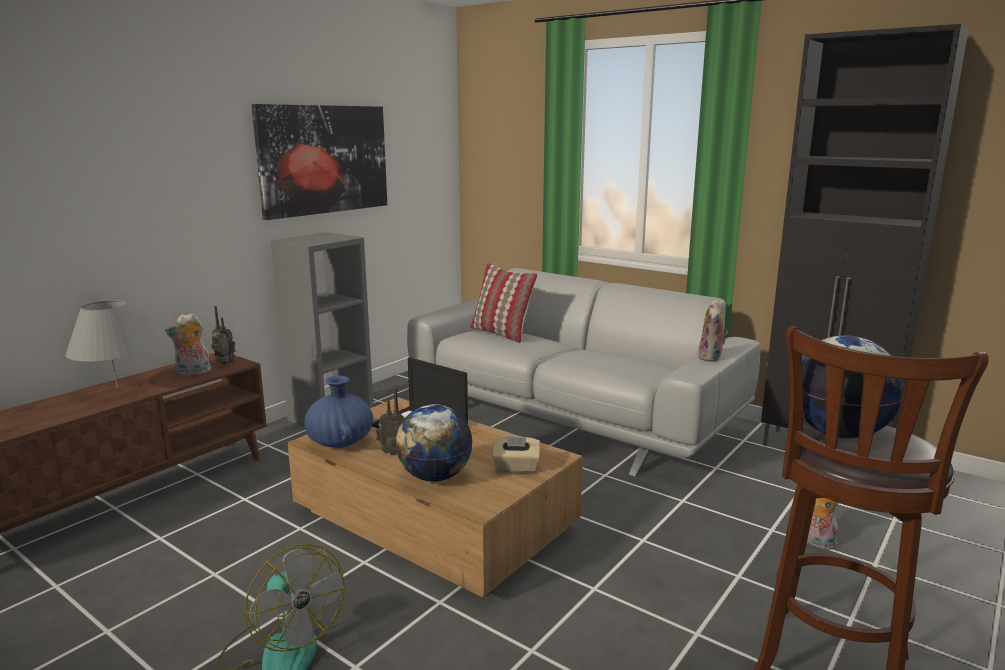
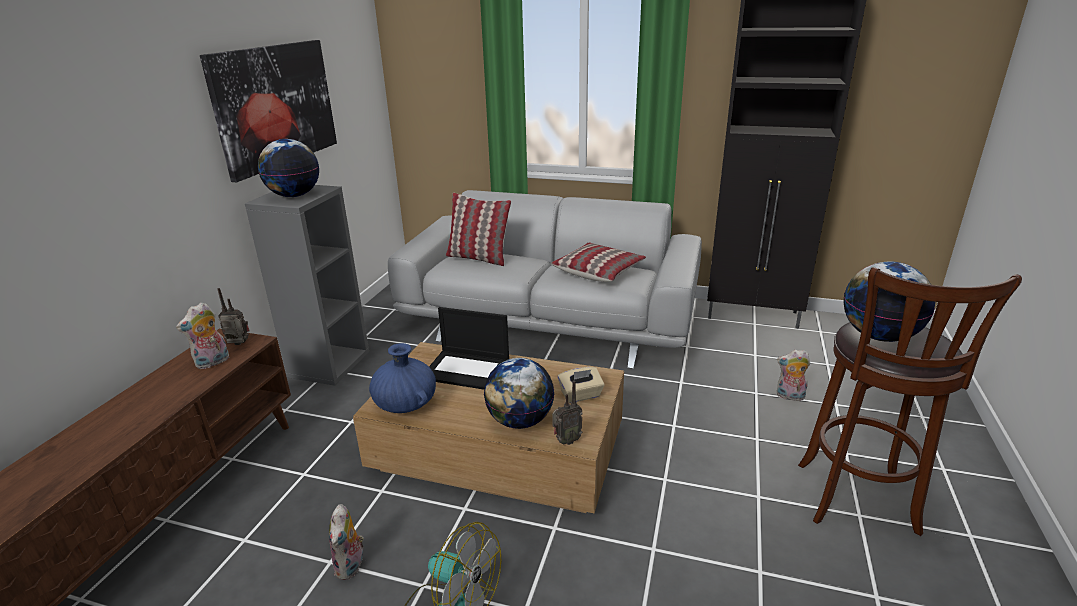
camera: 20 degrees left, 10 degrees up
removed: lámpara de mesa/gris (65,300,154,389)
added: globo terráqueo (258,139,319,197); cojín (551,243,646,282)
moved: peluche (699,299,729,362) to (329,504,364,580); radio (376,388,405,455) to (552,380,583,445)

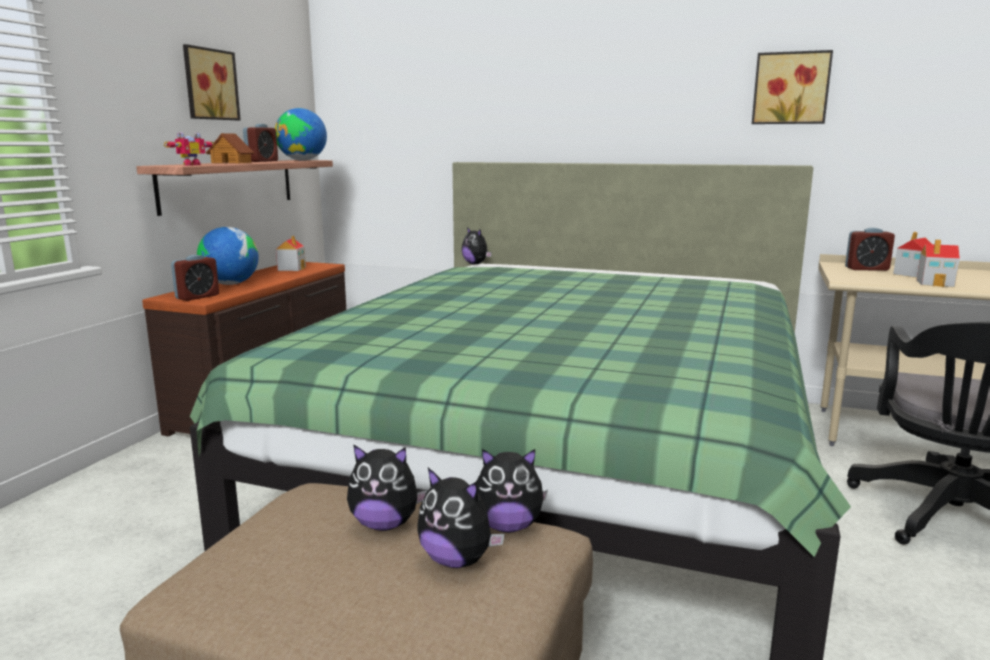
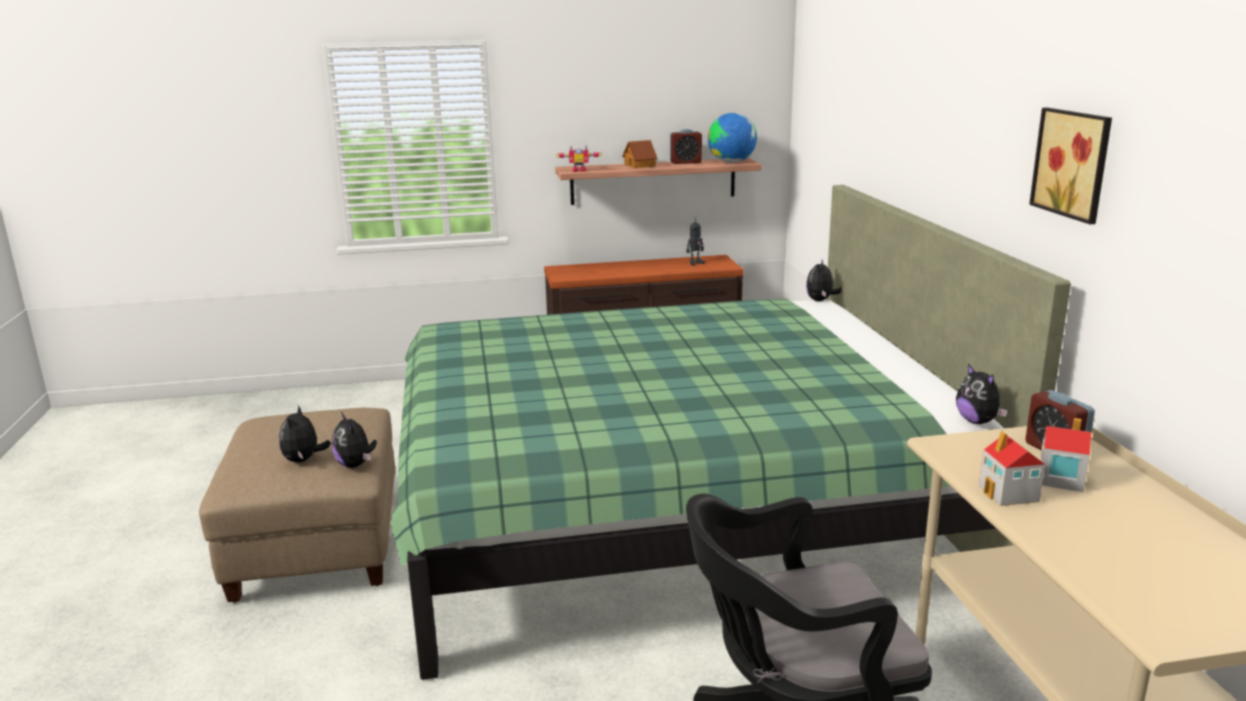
camera: 60 degrees right, 5 degrees up
removed: despertador (171,255,219,301); cuadro (183,44,241,120); globo terráqueo (197,227,259,285)
moved: peluche (347,444,427,531) to (956,364,1008,424)
replaced: casita (276,236,306,271) to robot de juguete (686,216,705,265)

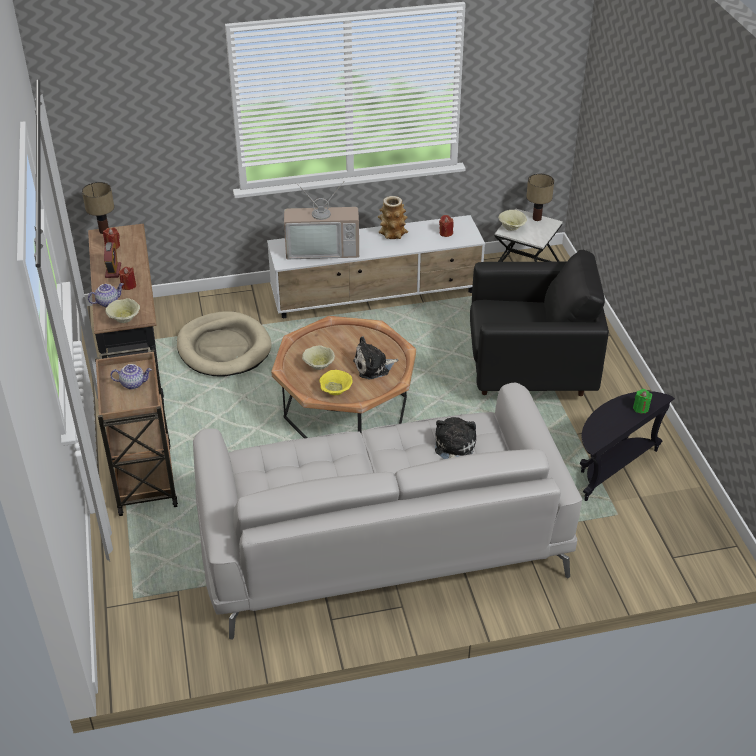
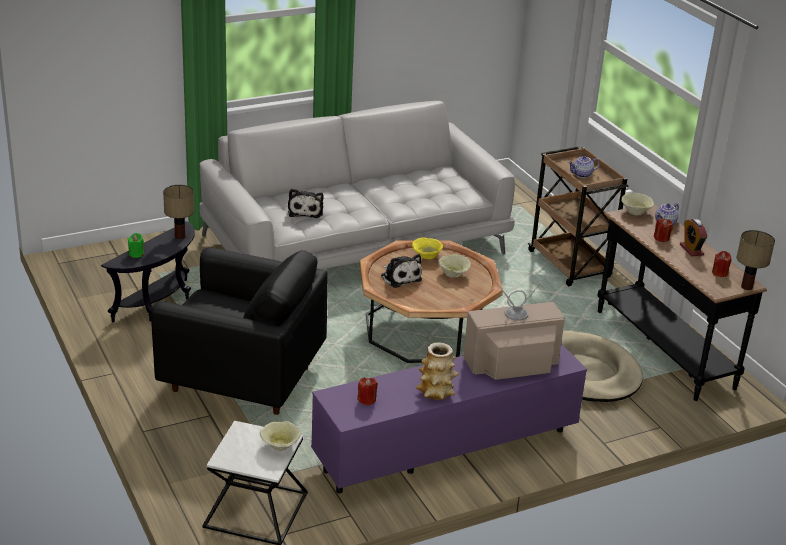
camera: 165 degrees right, 10 degrees down
moved: lámpara de mesa (526,174,554,221) to (163,185,194,239)
recoloured: mueble de televisión/blanco (267,215,485,318) to mueble de televisión/morado (311,344,587,493)
turned: sillón/negro (470,250,609,396) = (151,248,328,415) 150 degrees counterclockwise; peluche (353,336,399,379) = (381,254,422,288) 90 degrees clockwise

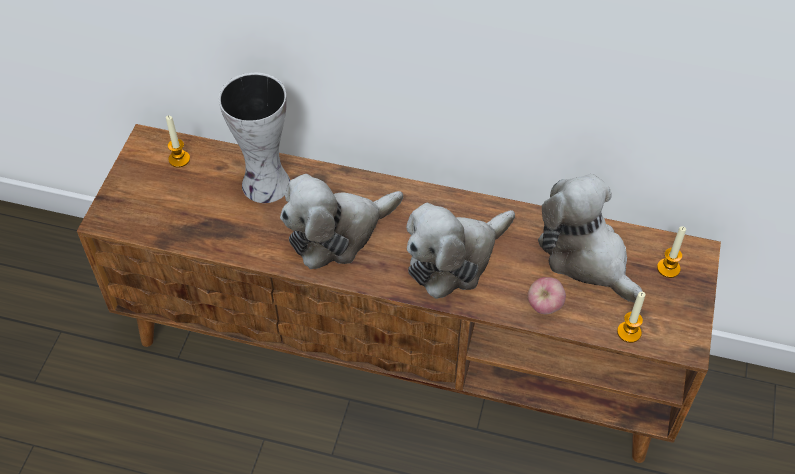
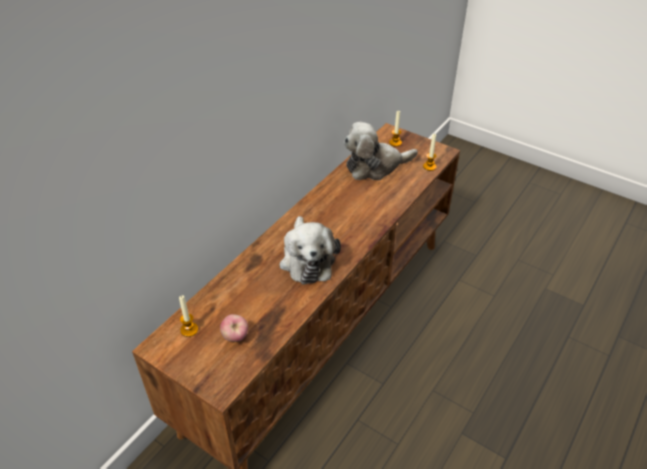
camera: 70 degrees left, 10 degrees down
removed: florero (219,72,290,203); peluche (406,203,515,299)
moved: manzana (528,277,566,314) to (220,314,248,342)

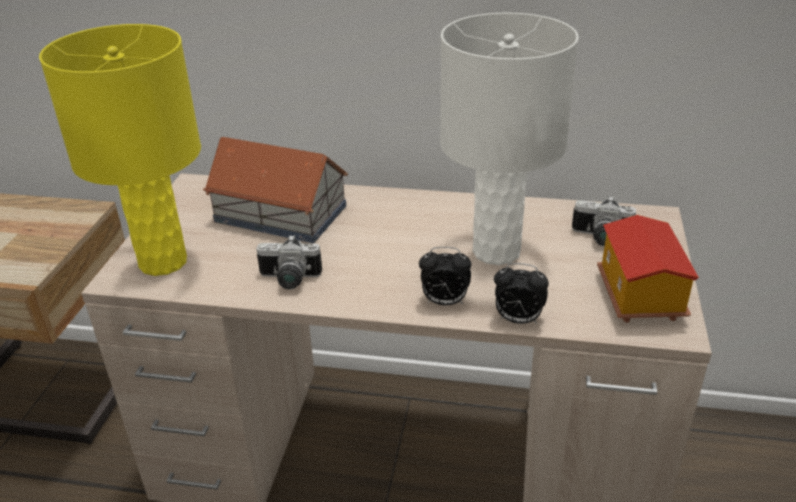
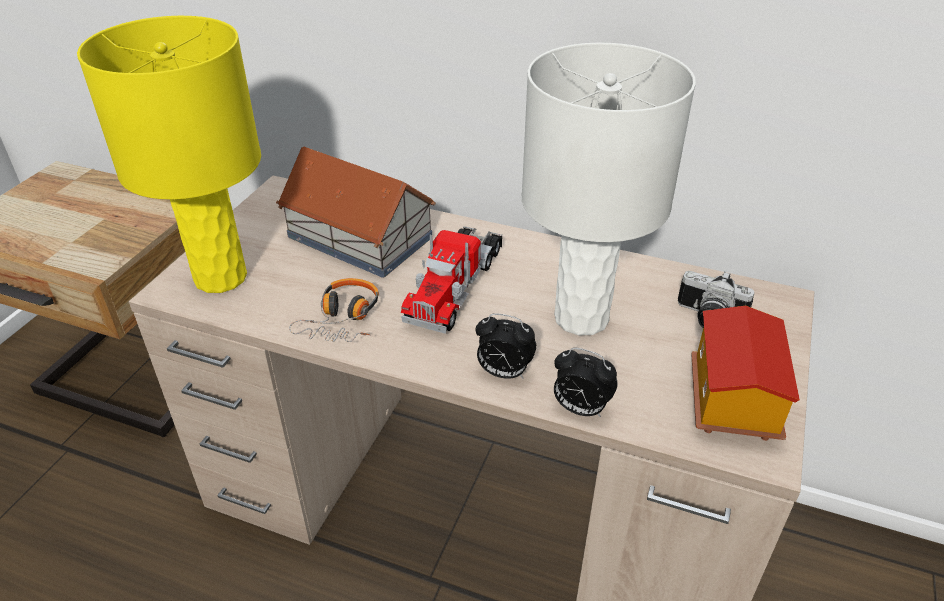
camera: 10 degrees right, 5 degrees up
added: camión de juguete (401,226,503,334)
replaced: cámara (256,235,322,290) to auriculares (289,278,379,342)

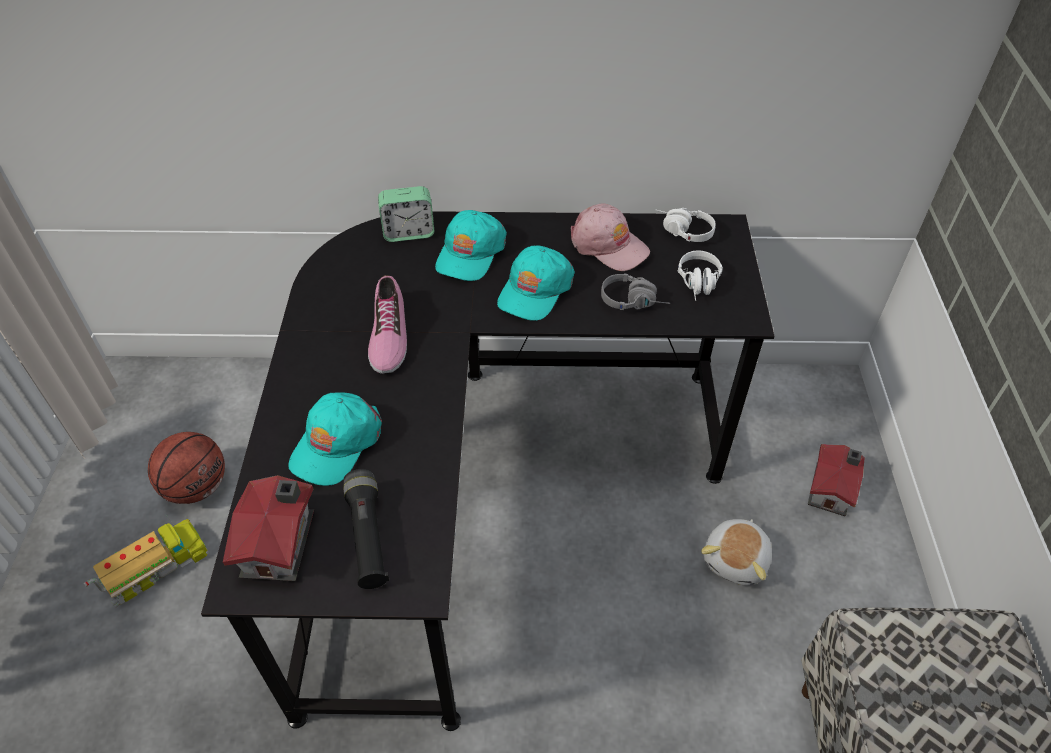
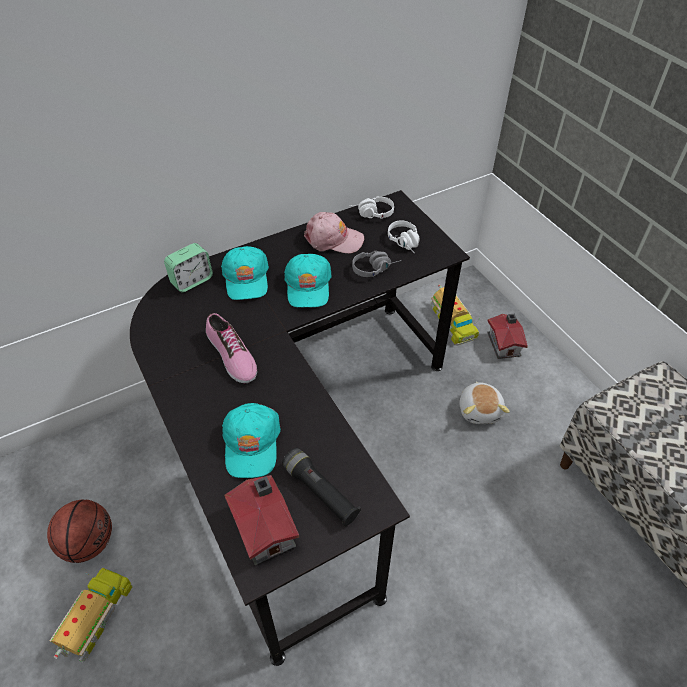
camera: 30 degrees left, 0 degrees up
added: camión de juguete (430,284,480,346)

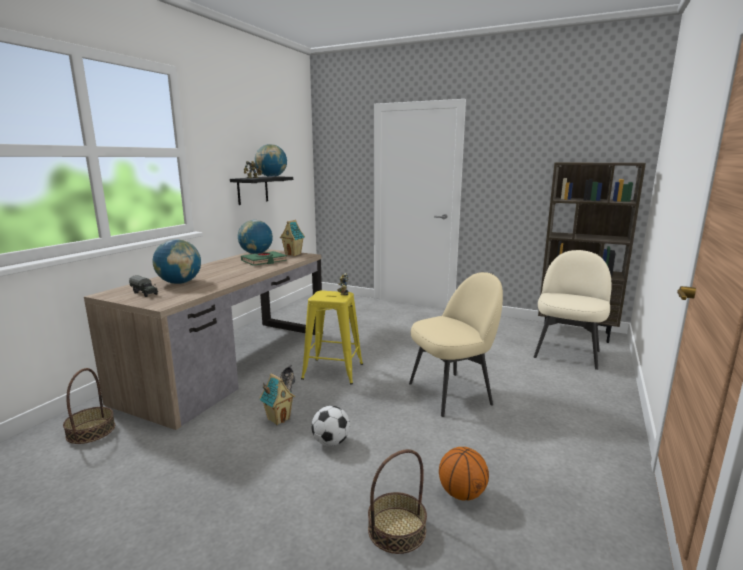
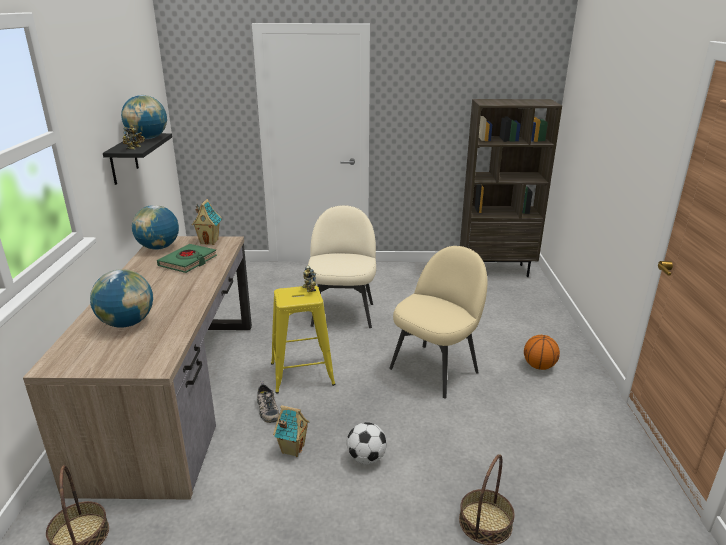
camera: 25 degrees left, 10 degrees up
removed: camión de juguete (129,275,158,297)
moved: silla/beis (534,250,611,370) to (308,205,376,328); balón de baloncesto (439,447,489,501) to (524,335,560,370)

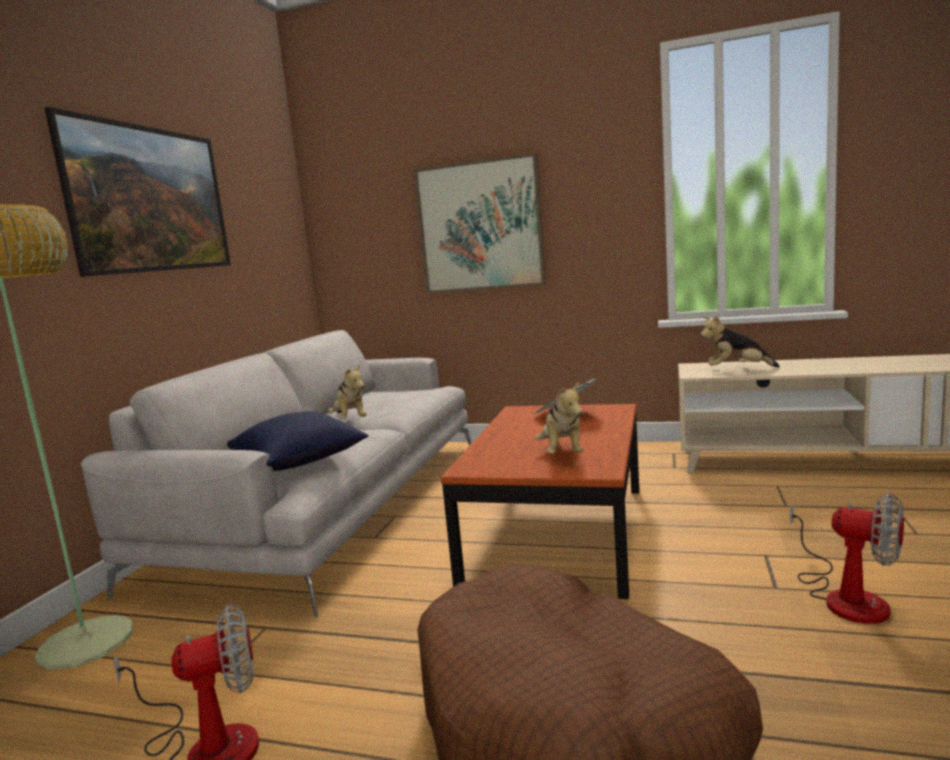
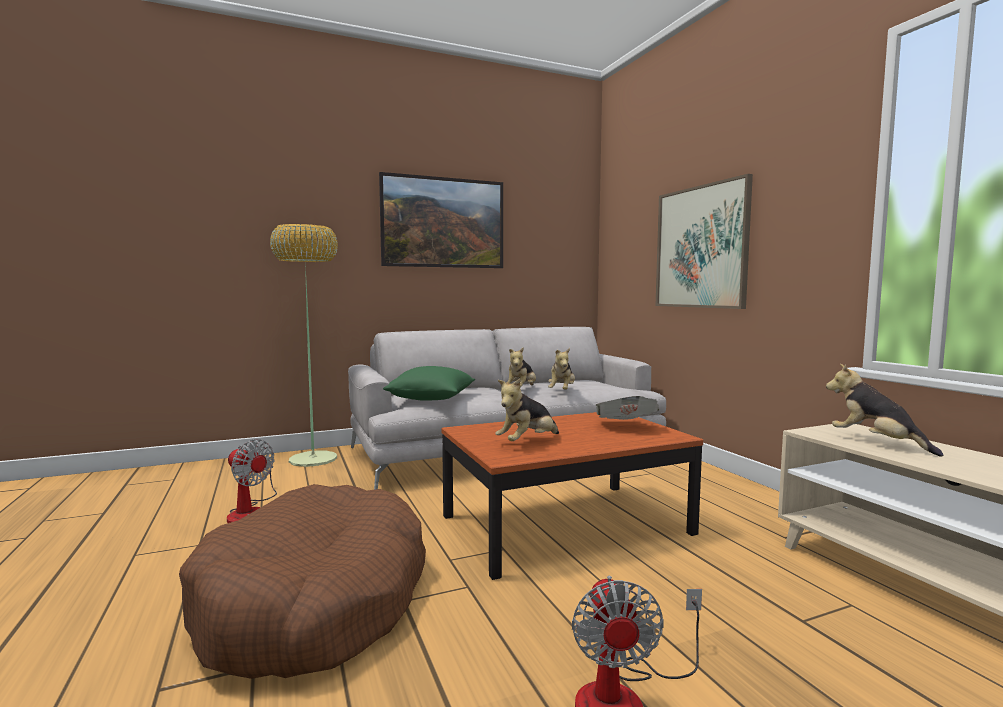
camera: 50 degrees right, 5 degrees down
added: peluche (548,348,575,390)
recoloured: cojín/azul (227,411,369,471) to cojín/verde (383,366,475,401)

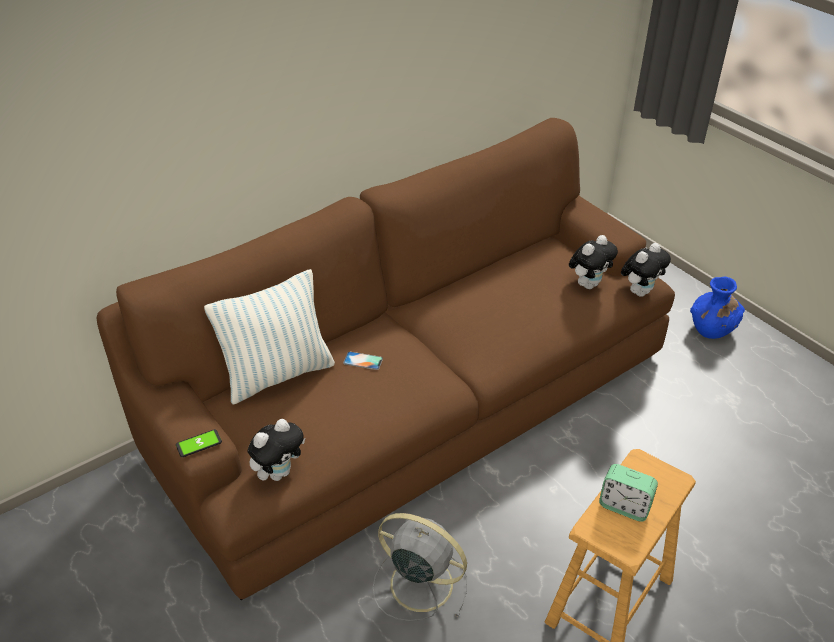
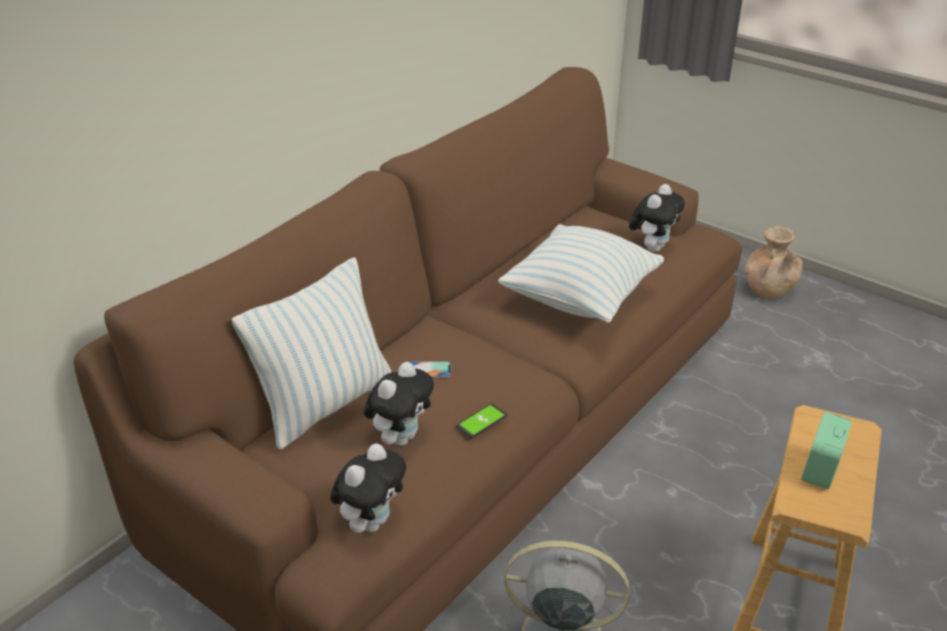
camera: 15 degrees left, 5 degrees down
added: cojín (498,224,664,323)
moved: peluche (621,243,671,297) to (364,362,434,446); móvil (176,429,222,457) to (456,404,507,438)
recoloured: florero/azul (690,277,745,339) to florero/marrón (744,226,803,300)
turned: despertador (599,464,658,522) = (801,411,852,489) 105 degrees clockwise

